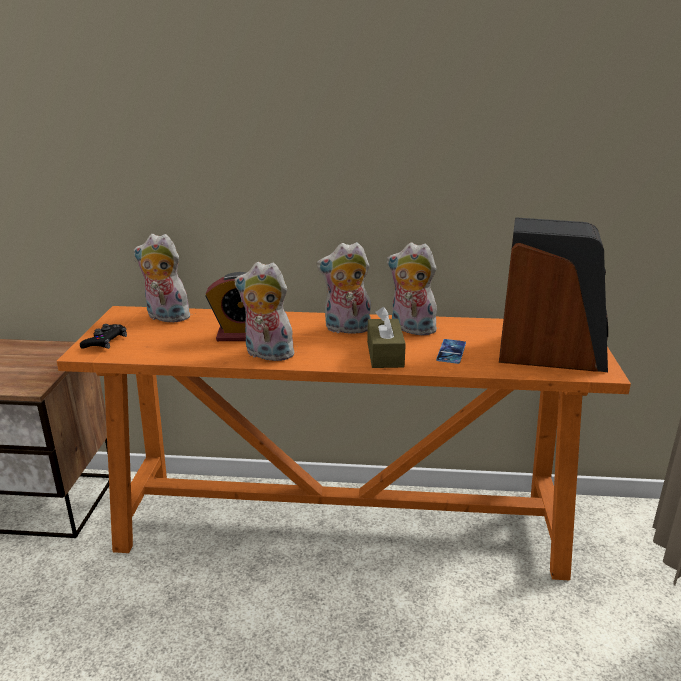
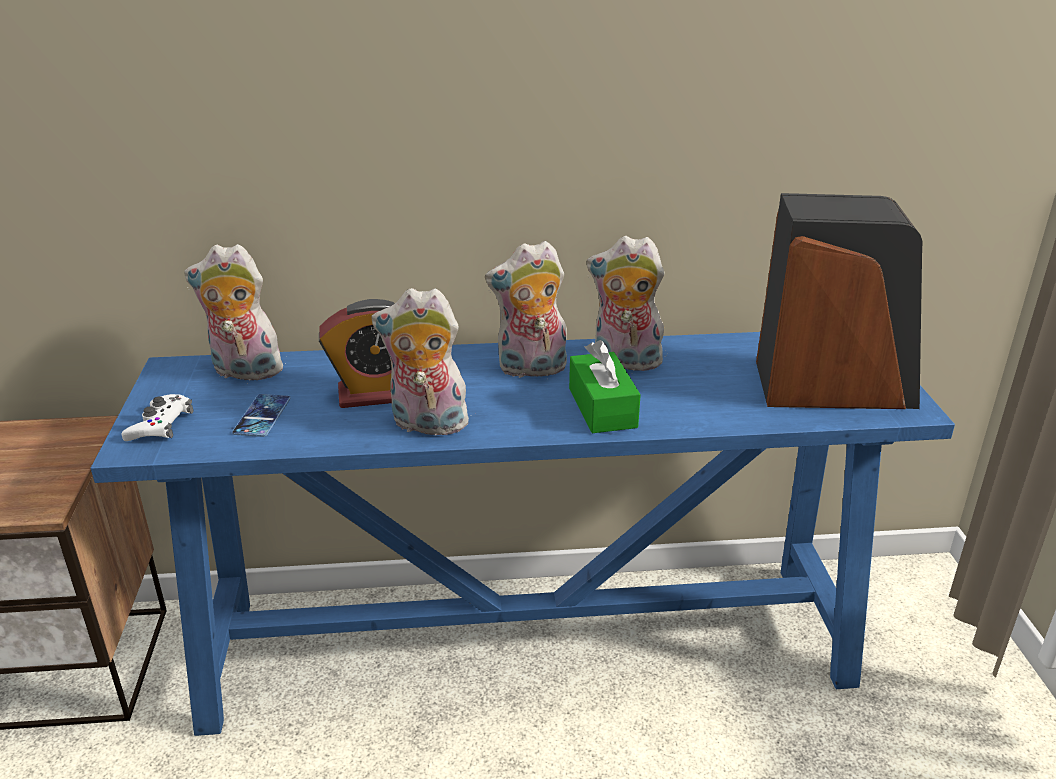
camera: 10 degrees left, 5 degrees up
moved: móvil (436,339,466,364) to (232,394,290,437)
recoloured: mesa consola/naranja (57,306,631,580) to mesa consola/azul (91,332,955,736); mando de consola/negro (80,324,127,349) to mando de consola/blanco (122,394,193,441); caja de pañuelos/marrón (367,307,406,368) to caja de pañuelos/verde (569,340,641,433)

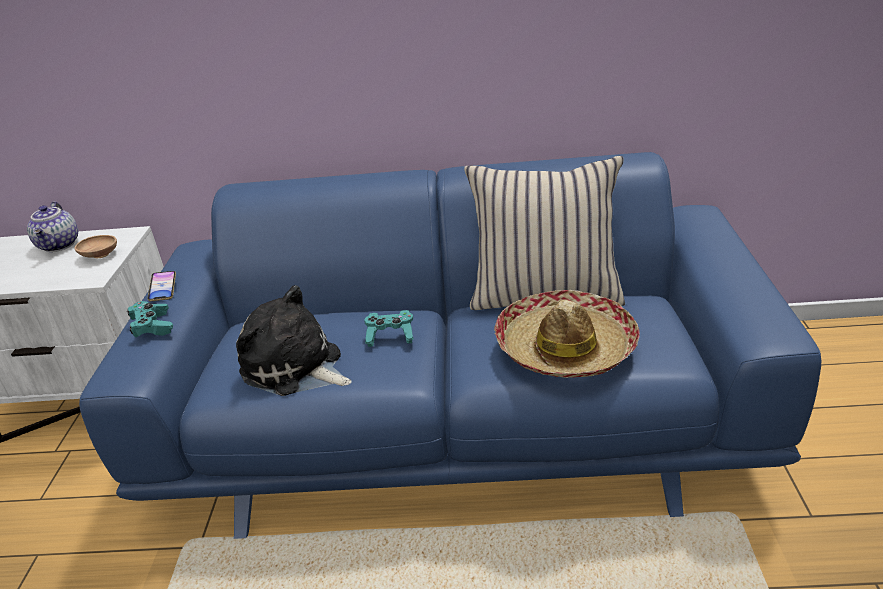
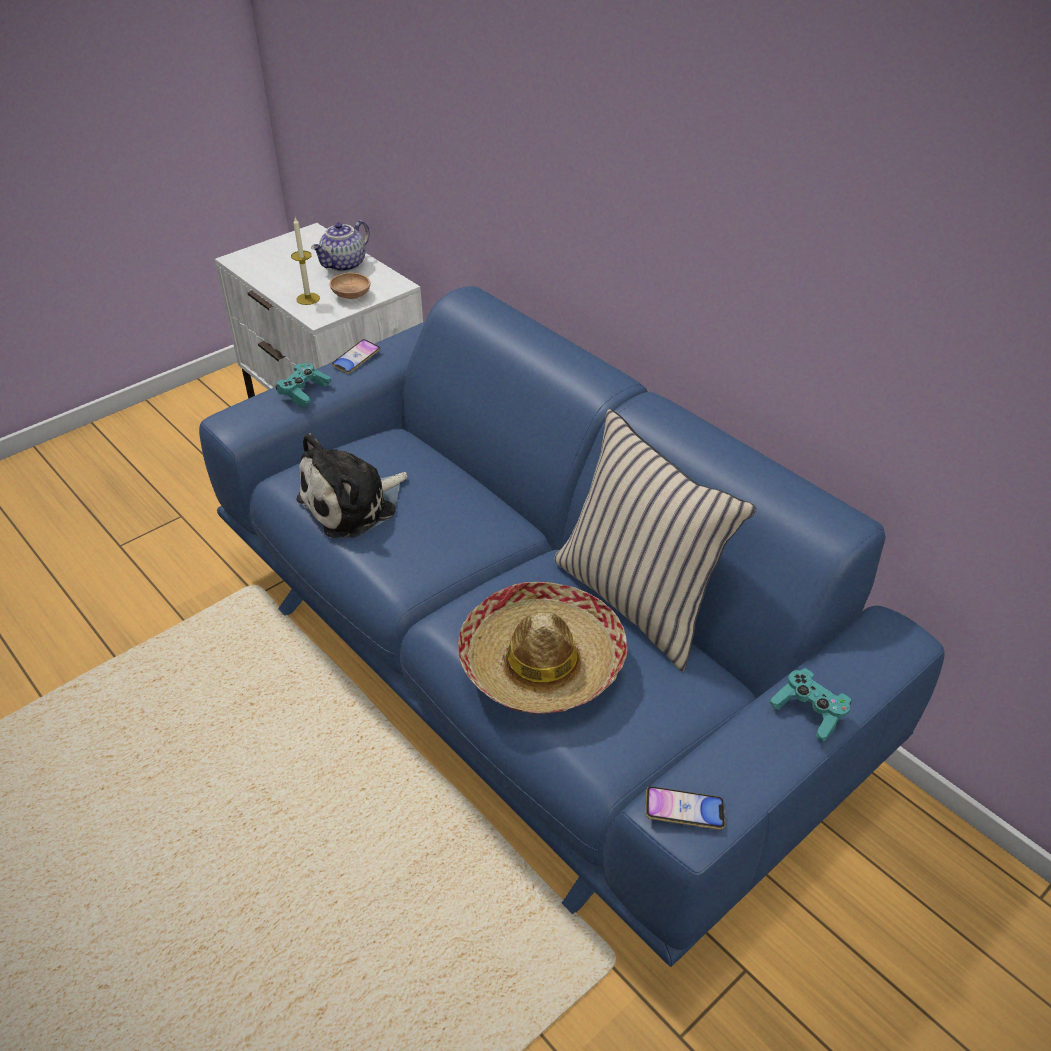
camera: 45 degrees right, 10 degrees up
added: vela (291,218,320,305); móvil (645,786,725,830)
moved: mando de consola/turquesa (364,310,414,347) to (770,668,851,742)
turned: peluche (236,285,352,396) = (296,433,407,538) 120 degrees counterclockwise

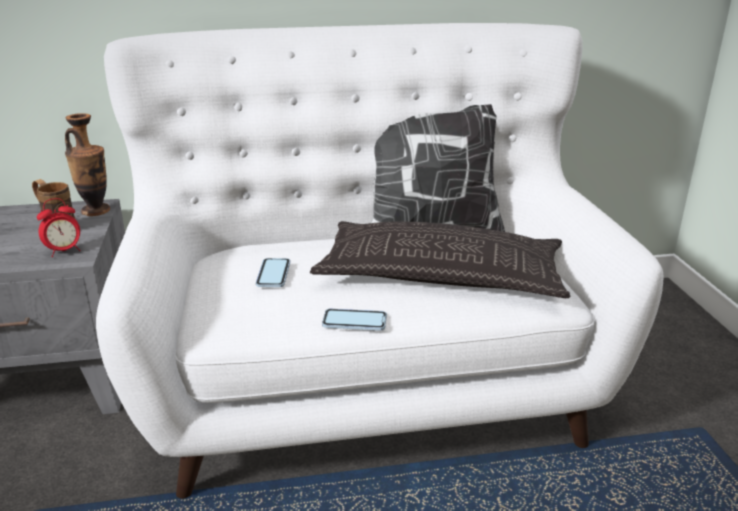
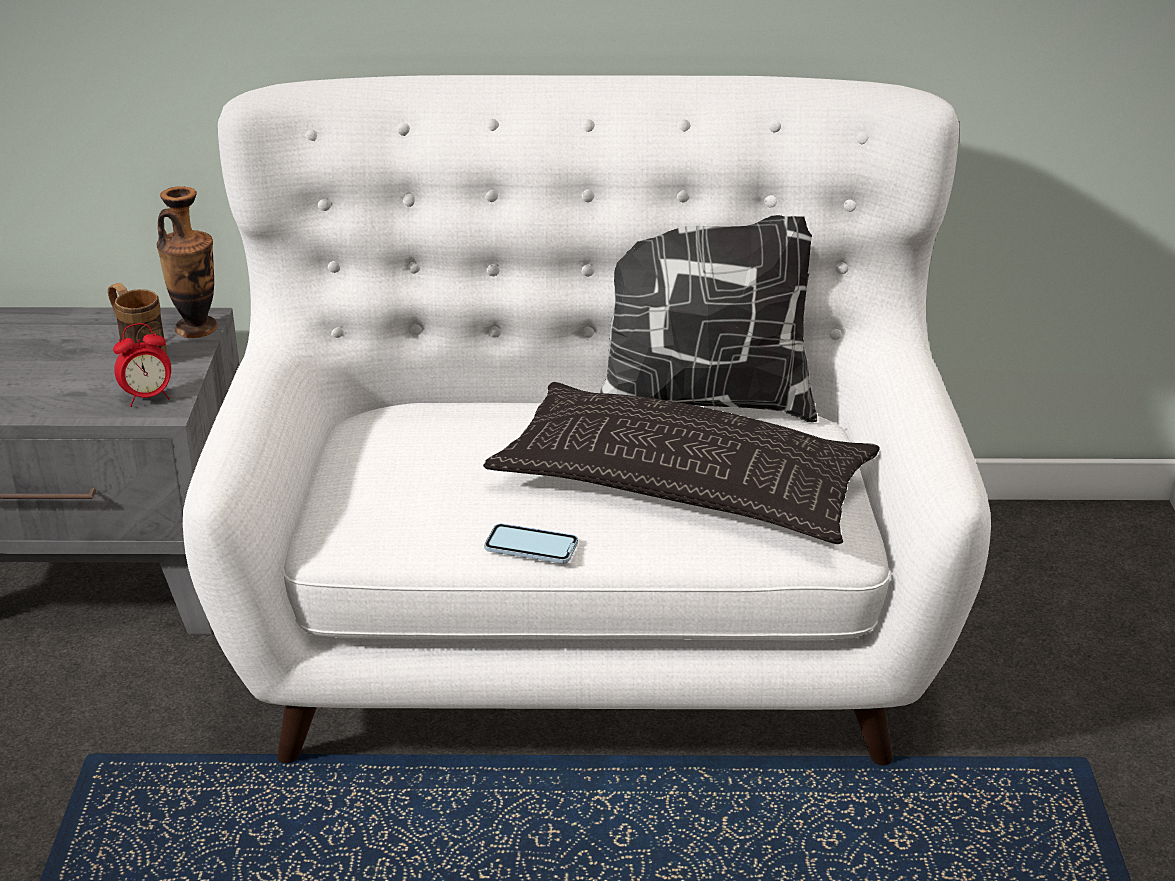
camera: 10 degrees right, 5 degrees up
removed: móvil (256,258,290,287)

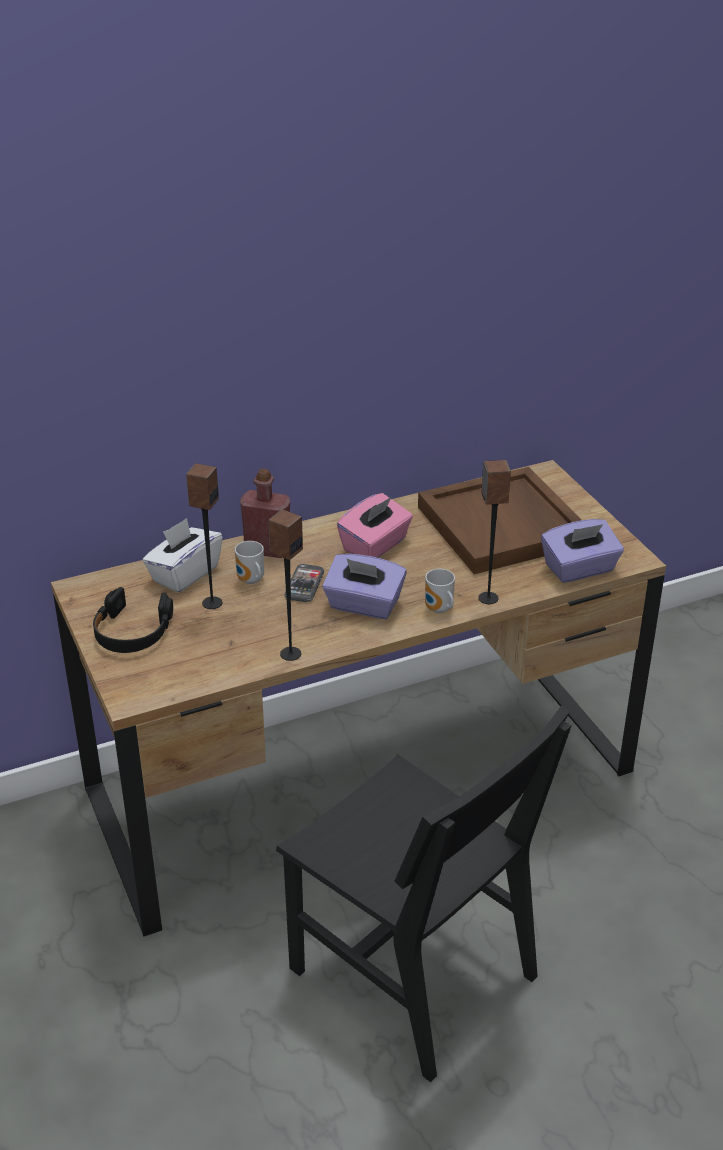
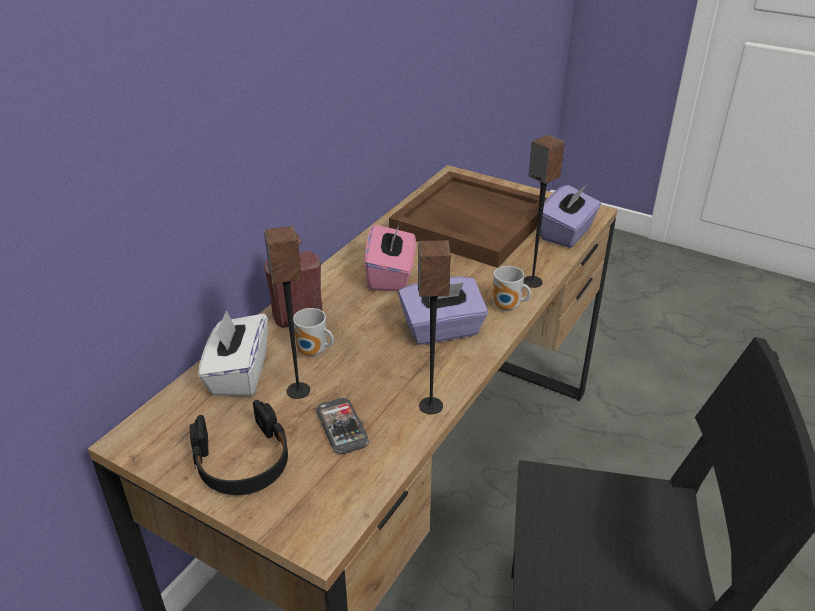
camera: 35 degrees left, 0 degrees up
moved: móvil (284,564,324,602) to (316,398,370,454)

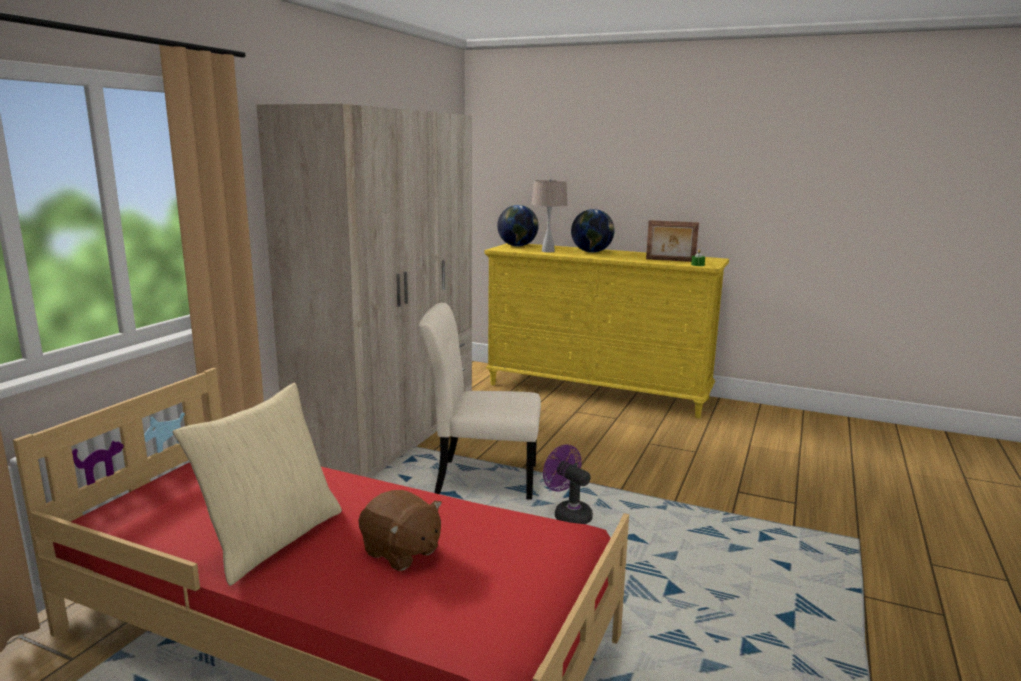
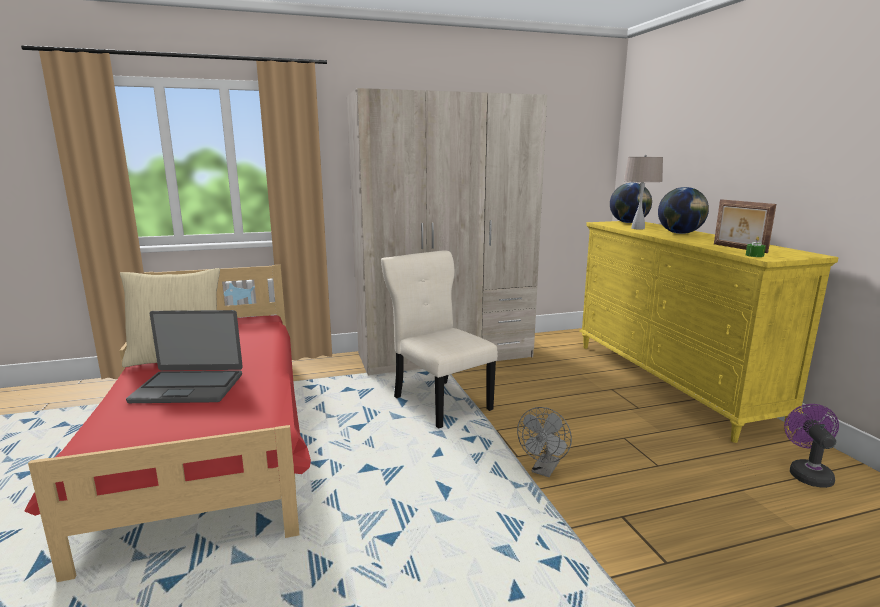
camera: 50 degrees right, 0 degrees up
added: ventilador/gris (517,407,572,477)
moved: ventilador/morado (543,445,593,524) to (784,404,839,488)
replaced: peluche/marrón (358,490,442,571) to portátil (126,310,243,403)

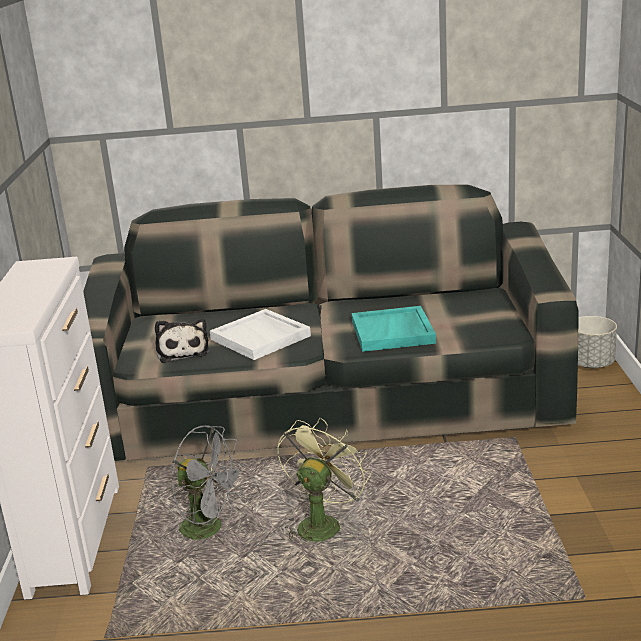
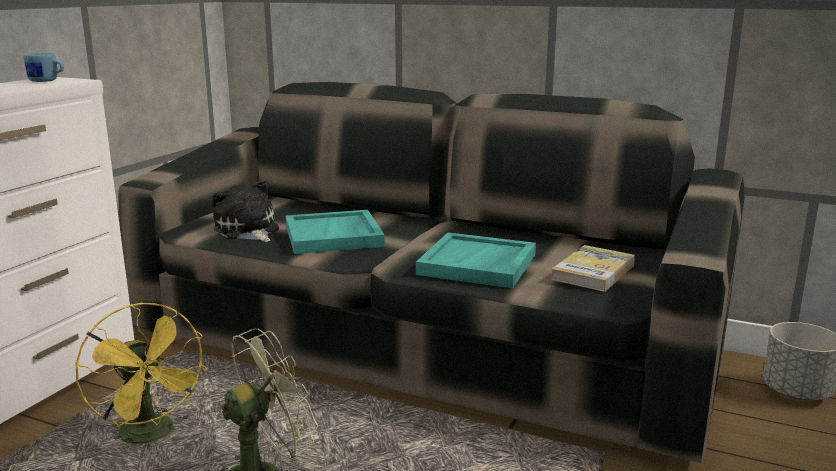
camera: 25 degrees right, 5 degrees down
added: taza grande/azul (23,53,64,82); libro (551,245,635,292)
recoloured: ventilador/gris (172,425,245,541) to ventilador/amarillo (76,303,208,444); bandeja/blanco (210,309,311,360) to bandeja/turquesa (286,210,385,254)
turned: peluche (155,318,209,363) = (212,180,279,242) 135 degrees clockwise

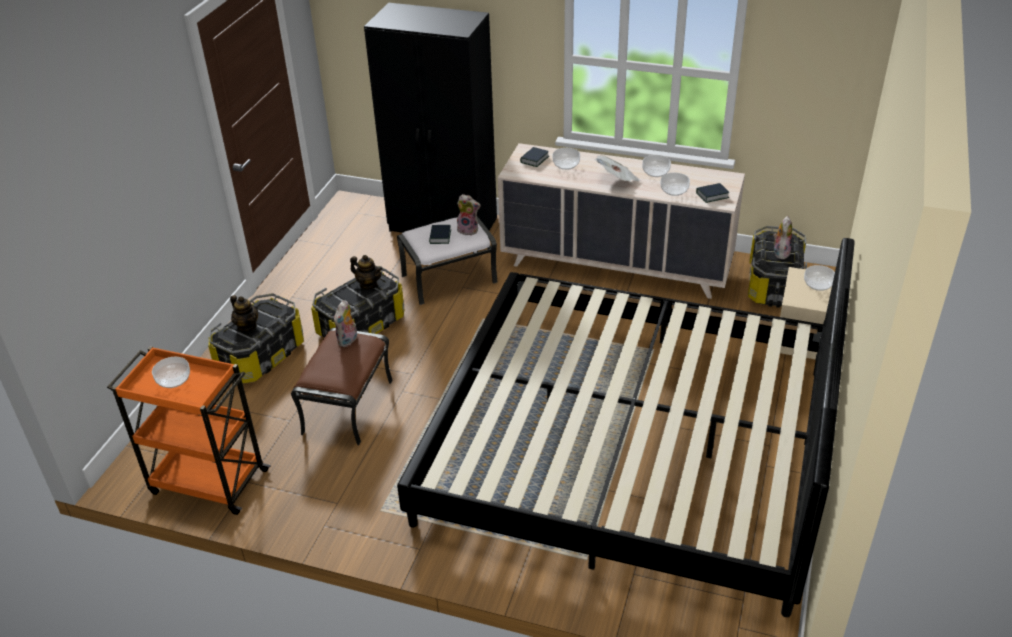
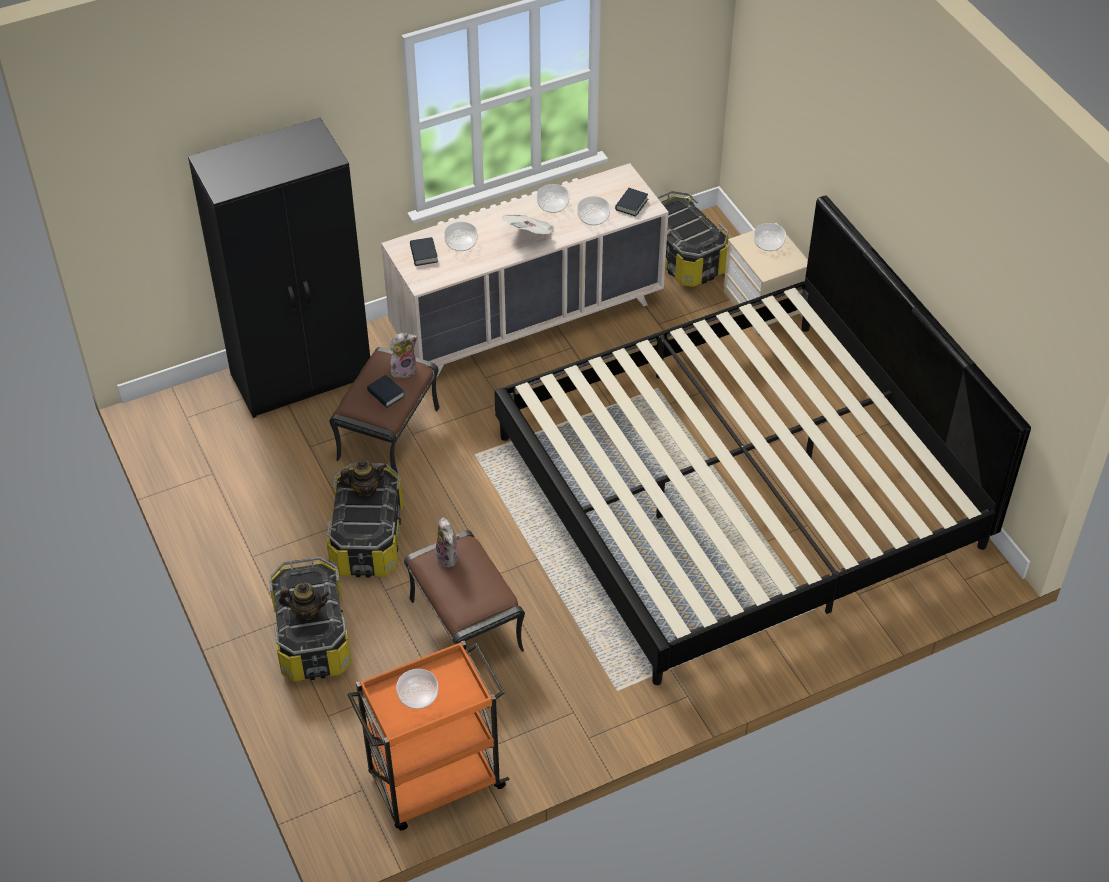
camera: 45 degrees left, 10 degrees up
removed: peluche (773,216,792,259)
recoloured: puf/blanco (397,216,498,305) to puf/marrón (329,347,440,473)

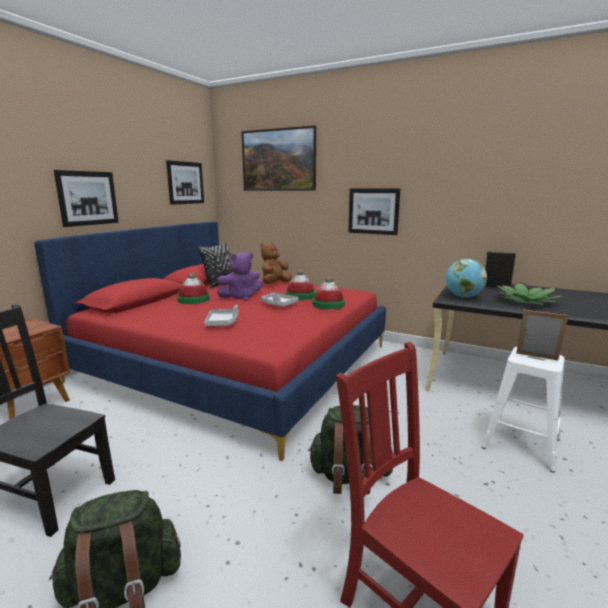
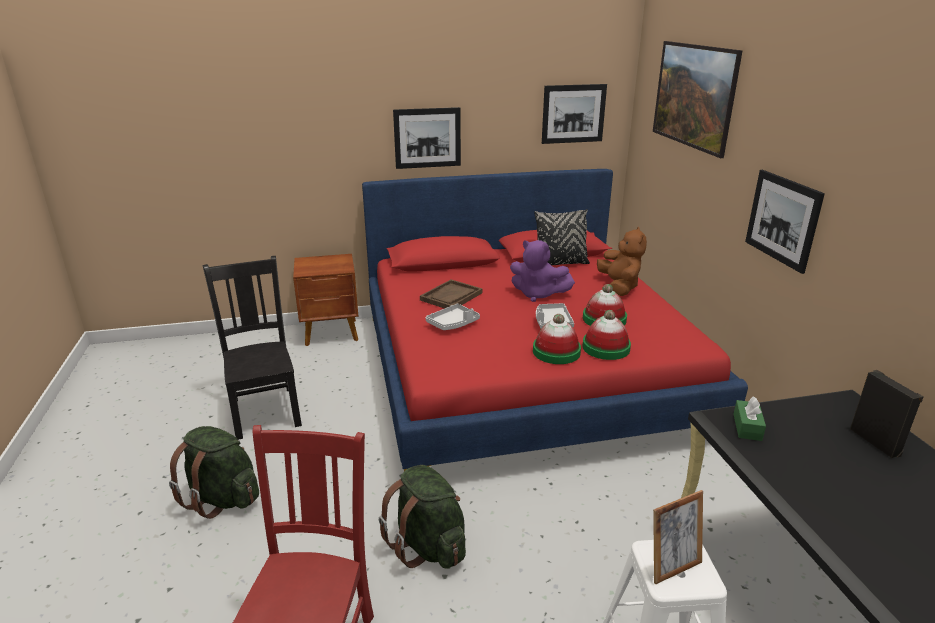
camera: 50 degrees right, 10 degrees up
removed: planta en maceta (495,282,562,305)
added: bandeja/marrón (420,279,482,308)
moved: sombrero (177,273,210,304) to (533,314,581,364)
replaced: globo terráqueo (446,259,487,298) to caja de pañuelos/verde (734,396,766,441)
turned: peluche/marrón (260,243,292,284) = (597,227,647,296) 90 degrees clockwise; portarretratos (516,310,568,360) = (653,490,703,584) 75 degrees clockwise

